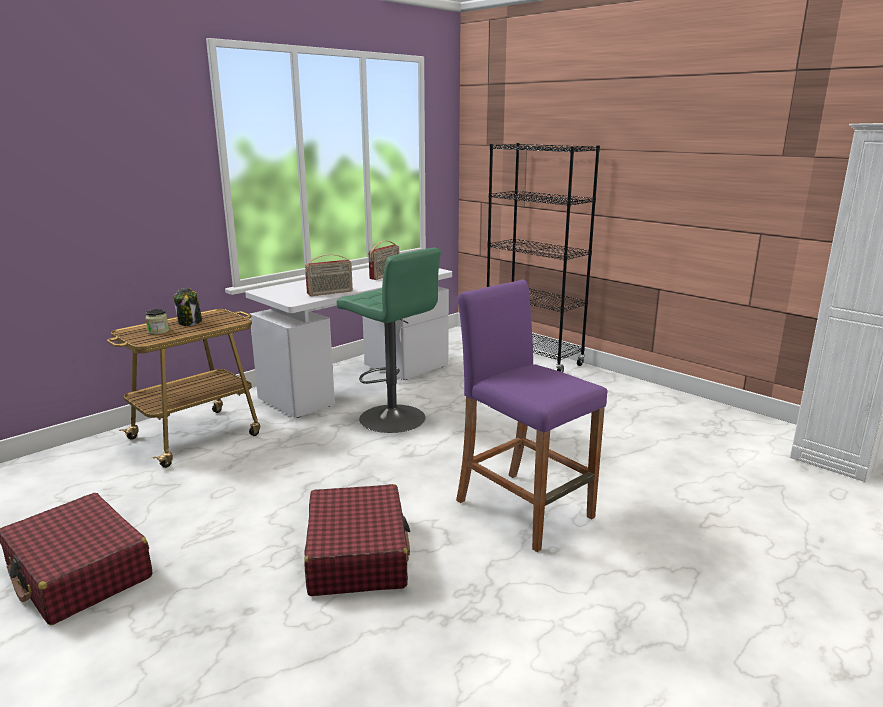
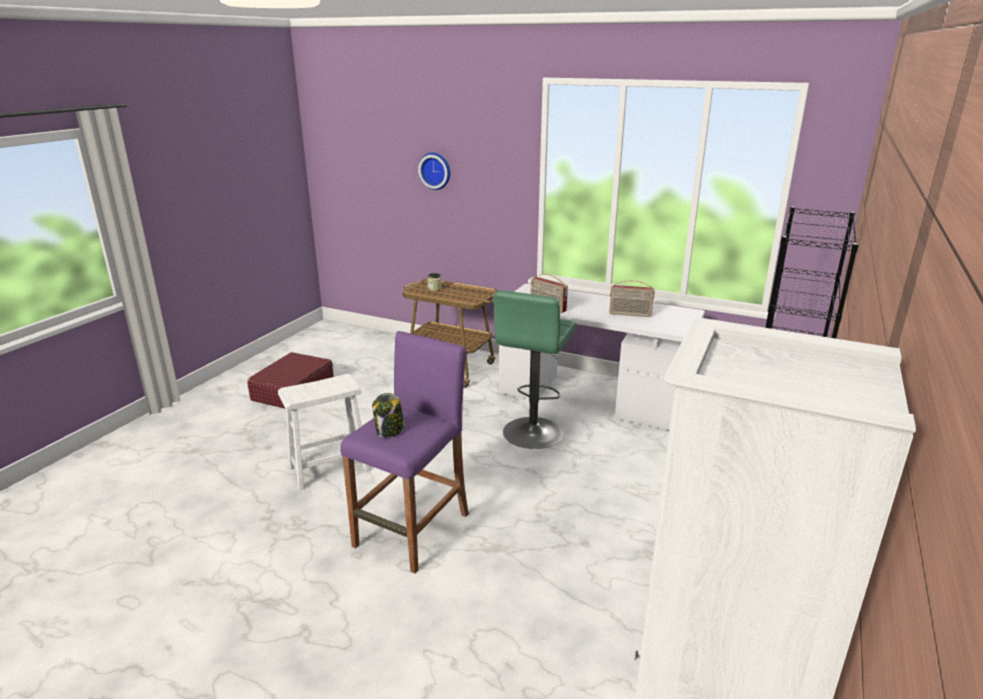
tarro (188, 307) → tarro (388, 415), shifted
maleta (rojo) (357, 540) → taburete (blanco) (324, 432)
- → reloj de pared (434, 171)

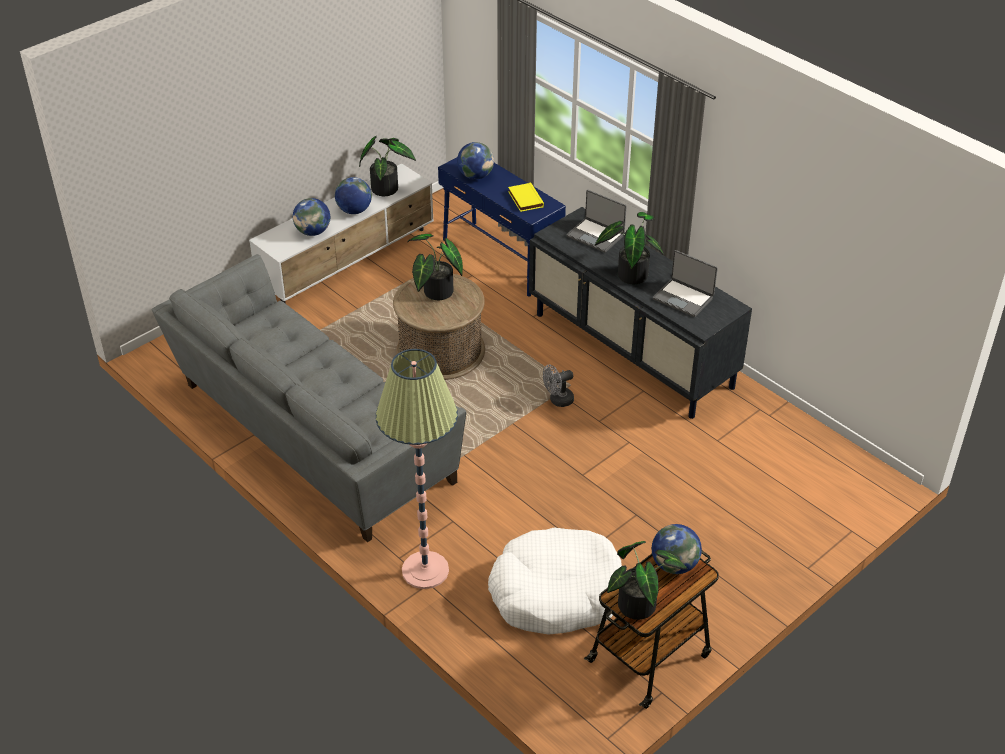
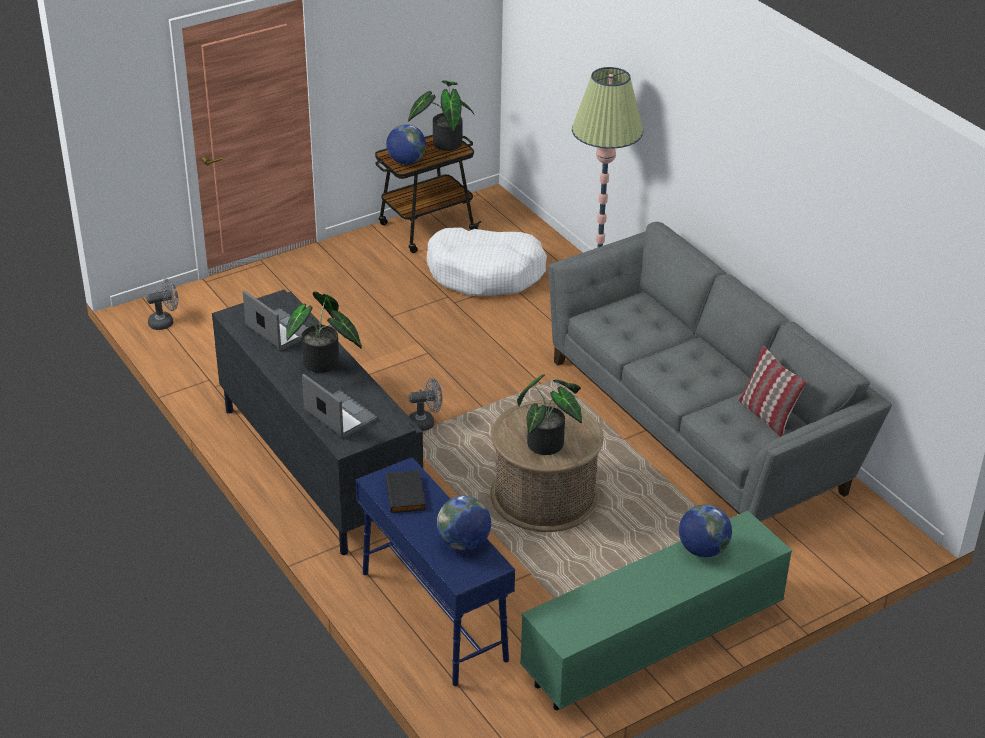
planta en maceta (387, 166) → -
mueble de televisión (blanco) (341, 233) → mueble de televisión (verde) (656, 610)
globo terráqueo (353, 195) → -
libro (amarillo) (526, 197) → libro (negro) (406, 491)
- → ventilador (gris) (162, 304)
- → cojín (772, 391)

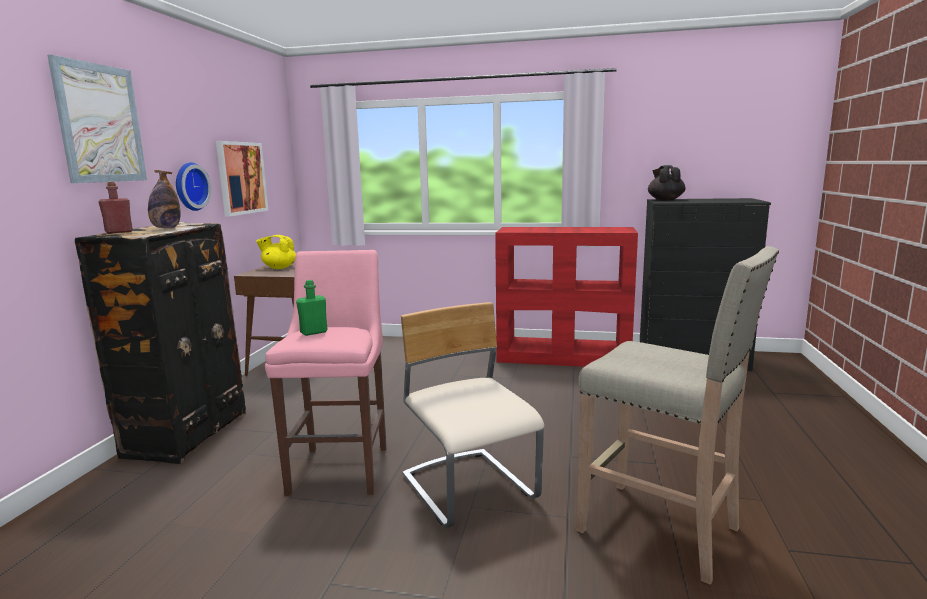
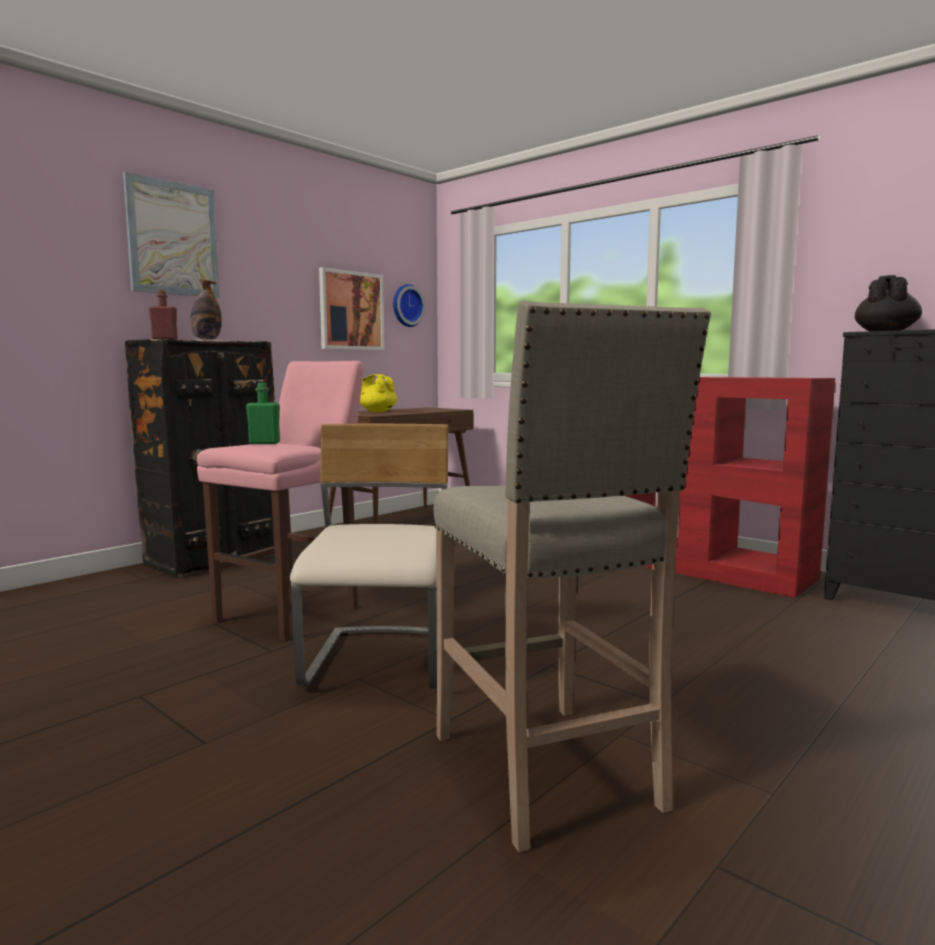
reloj de pared (193, 186) → reloj de pared (409, 305), shifted

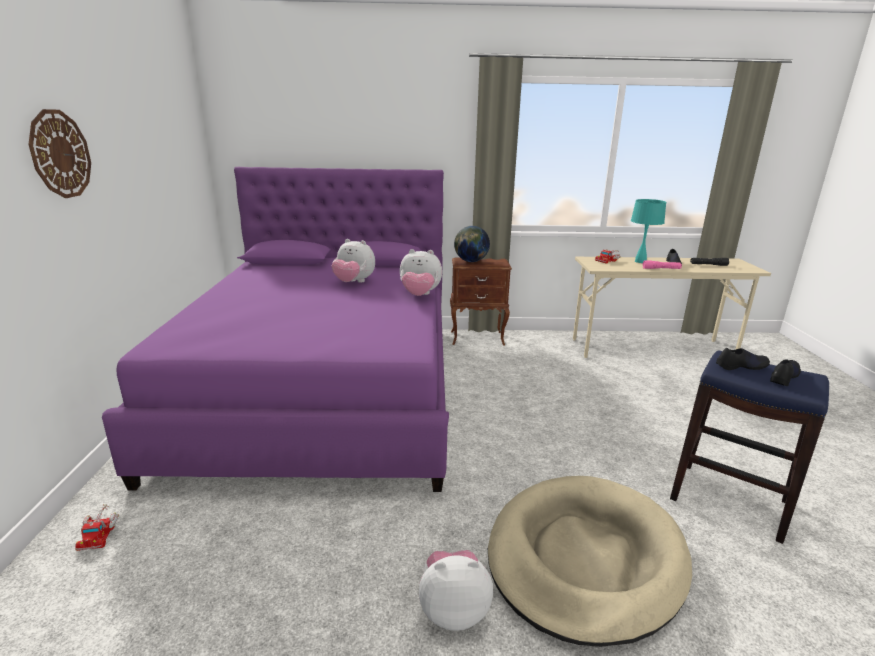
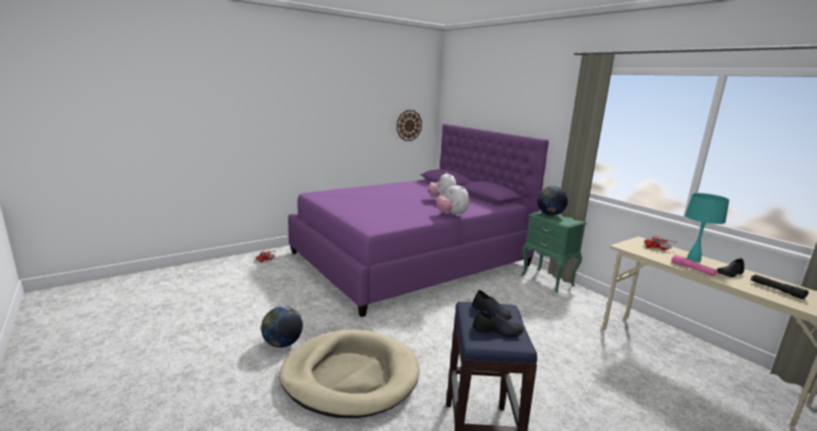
reloj de pared (59, 153) → reloj de pared (409, 125), shifted
mesita de noche (marrón) (481, 301) → mesita de noche (verde) (554, 252)
peluche (456, 590) → globo terráqueo (282, 327)

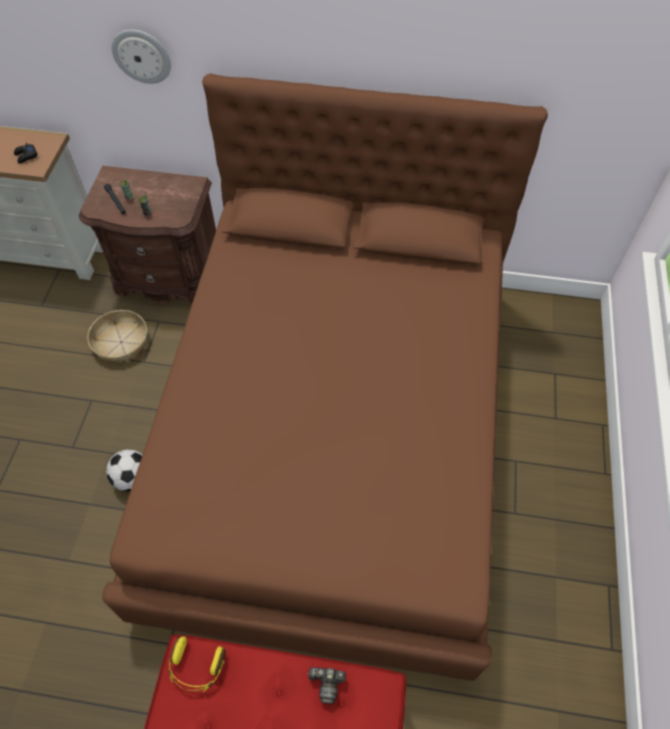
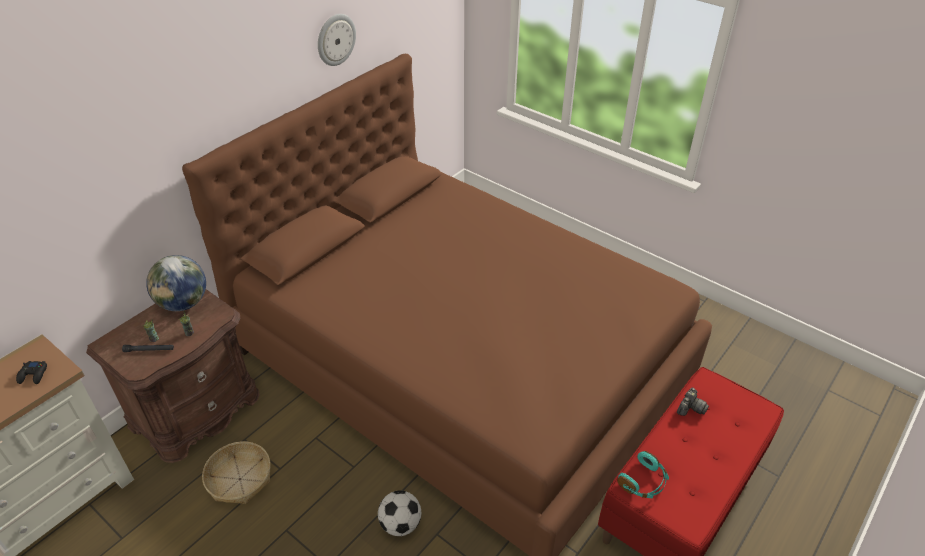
reloj de pared (141, 56) → reloj de pared (337, 40), shifted
auriculares (amarillo) (197, 664) → auriculares (turquesa) (643, 474)
- → globo terráqueo (176, 283)

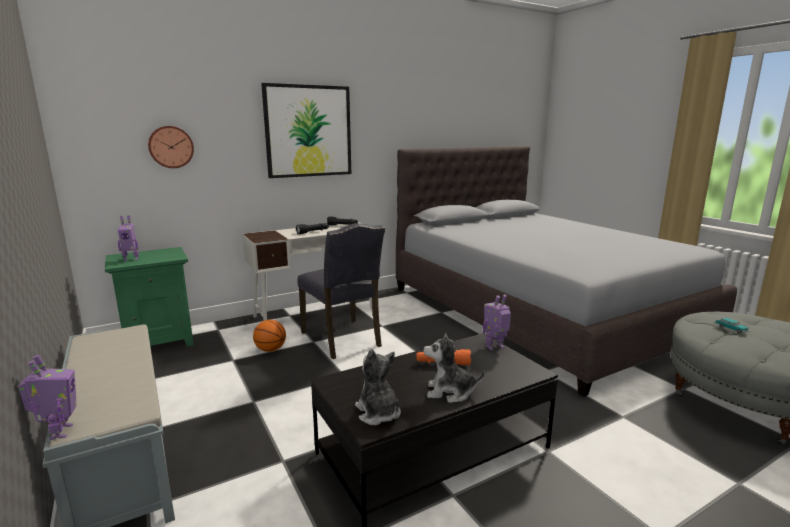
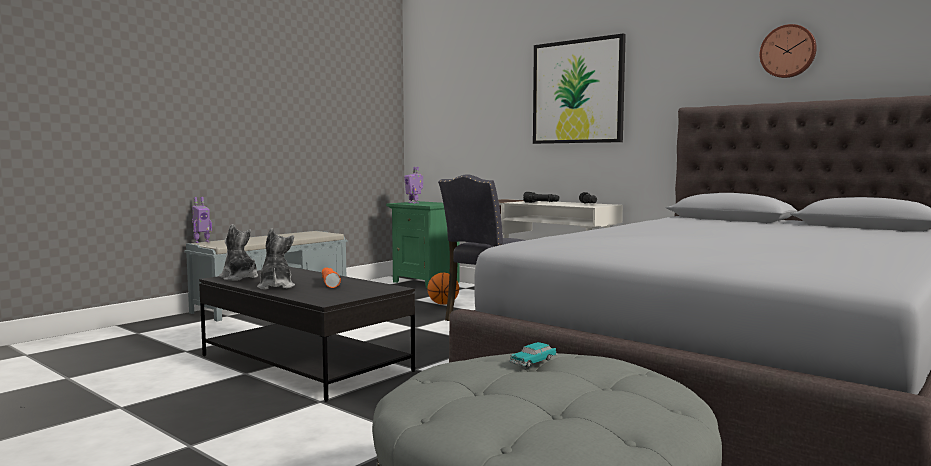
reloj de pared (171, 147) → reloj de pared (788, 51), shifted
robot de juguete (497, 322) → -
peluche (378, 387) → peluche (238, 252), 90 degrees counterclockwise

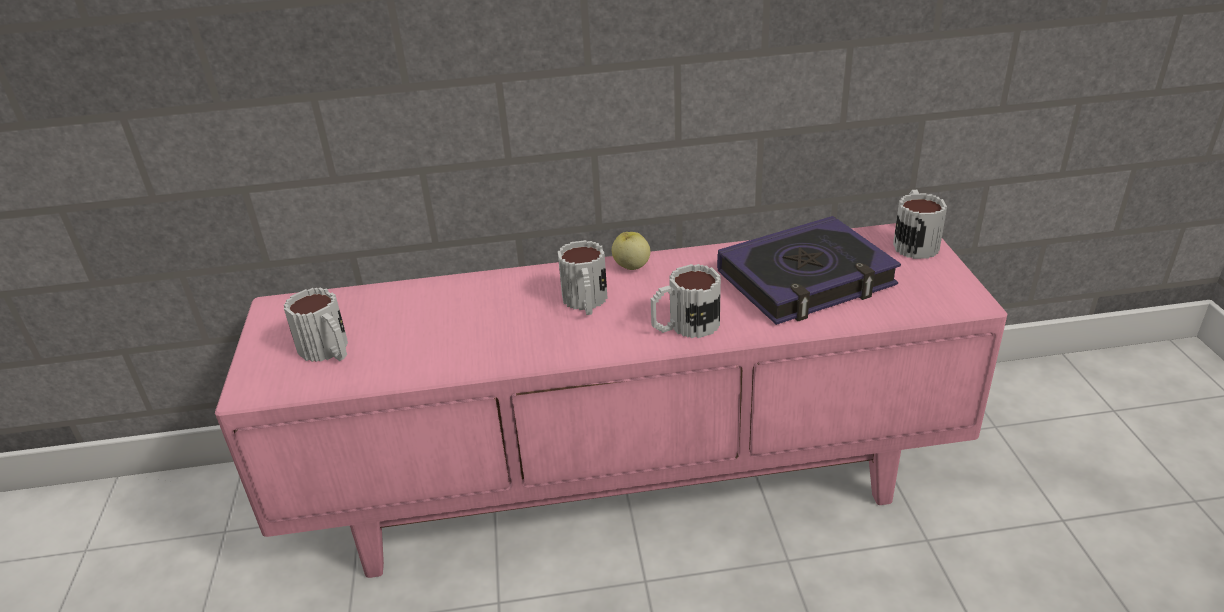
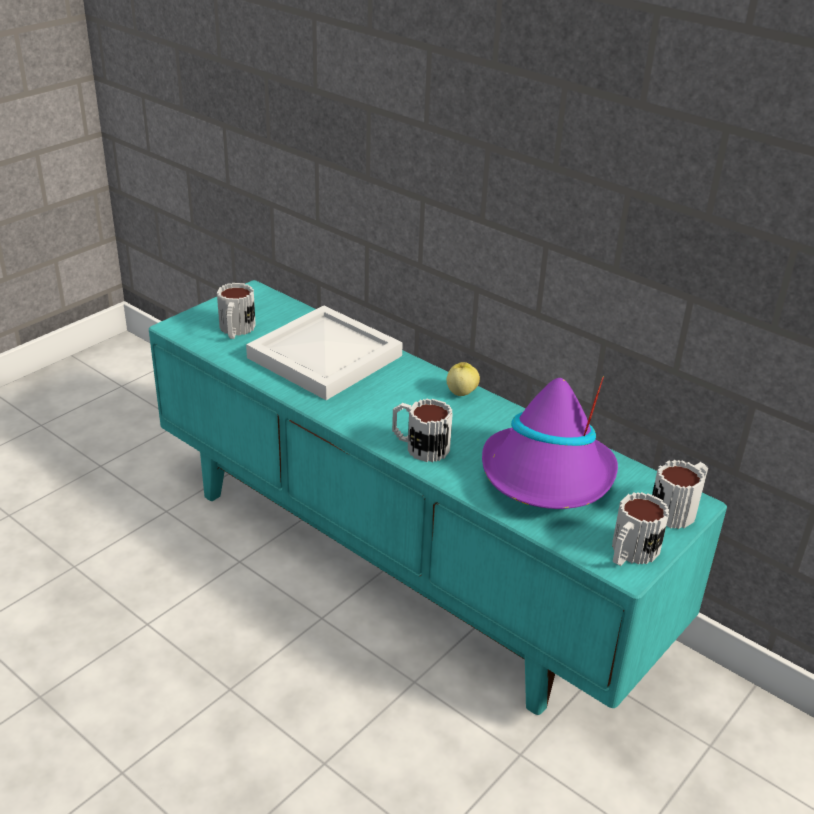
libro (809, 270) → sombrero (morado) (550, 443)
mueble de televisión (rosa) (611, 400) → mueble de televisión (turquesa) (438, 497)
taza grande (583, 277) → taza grande (640, 529), shifted
- → bandeja (blanco) (324, 353)

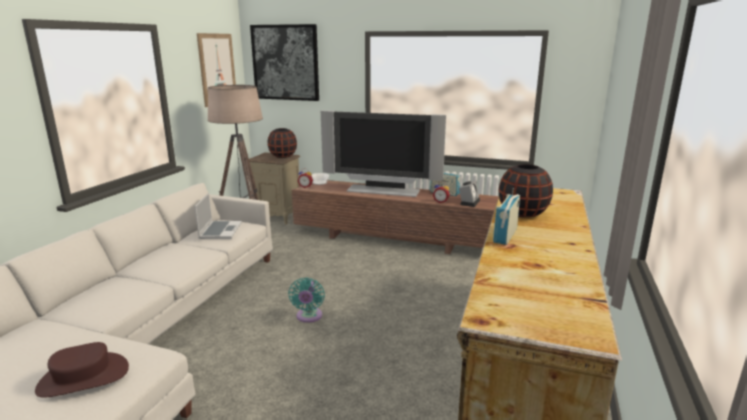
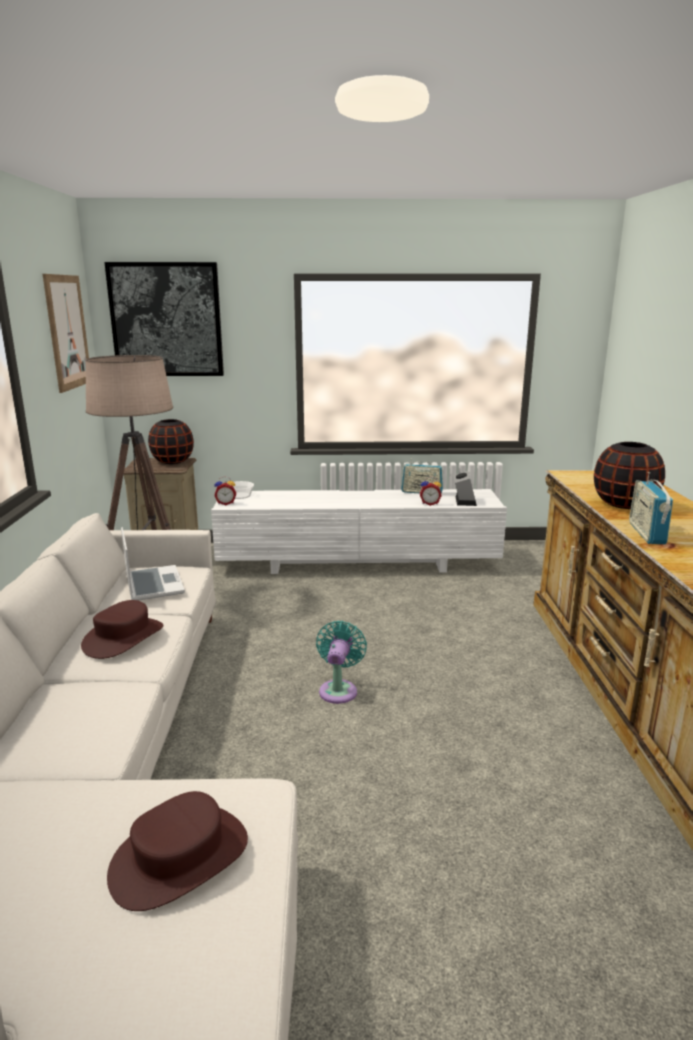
televisor (383, 153) → -
mueble de televisión (marrón) (395, 217) → mueble de televisión (blanco) (359, 531)
ventilador (turquesa) (306, 300) → ventilador (turquesa) (341, 662), 150 degrees counterclockwise
- → sombrero (marrón) (122, 629)

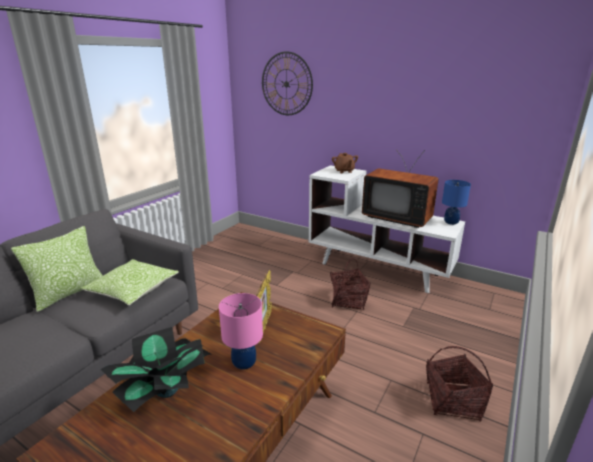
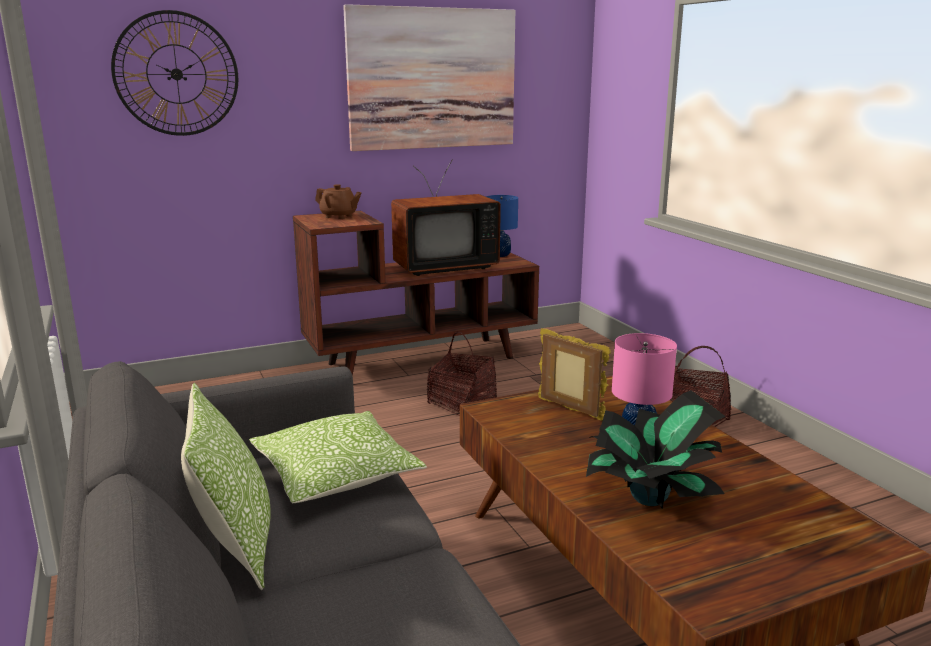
mueble de televisión (blanco) (387, 229) → mueble de televisión (marrón) (416, 293)
- → cuadro (429, 77)

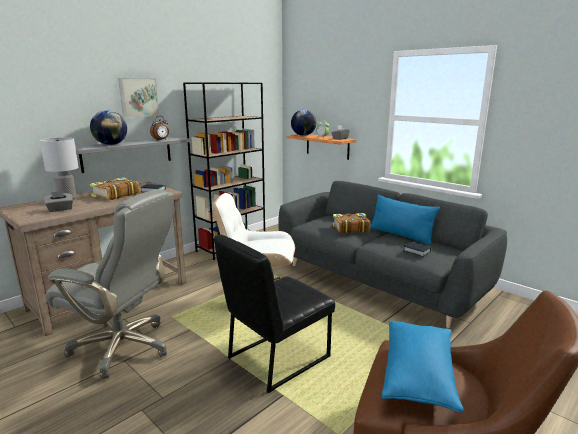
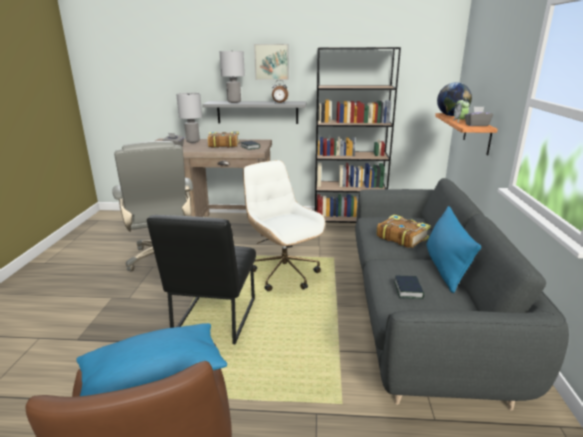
globo terráqueo (108, 127) → lámpara de mesa (gris) (232, 76)
silla (negro) (274, 313) → silla (negro) (201, 279), 90 degrees counterclockwise

